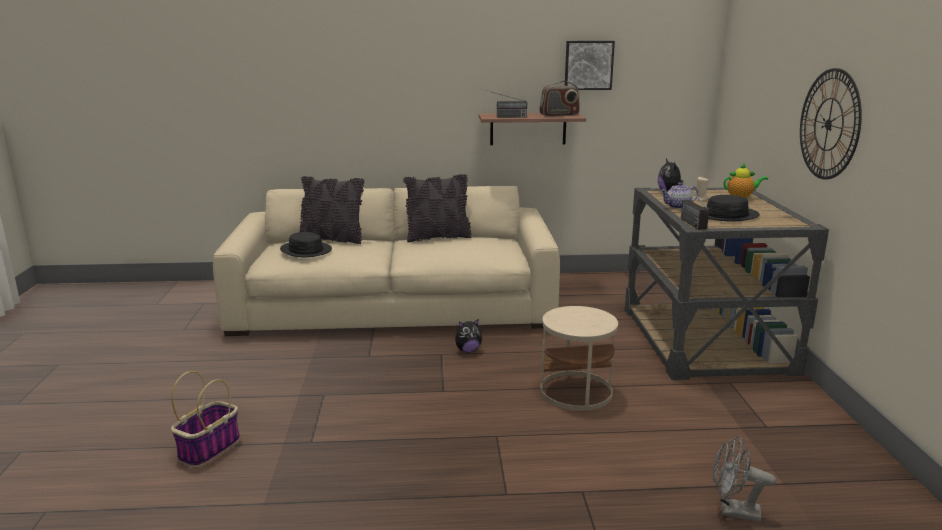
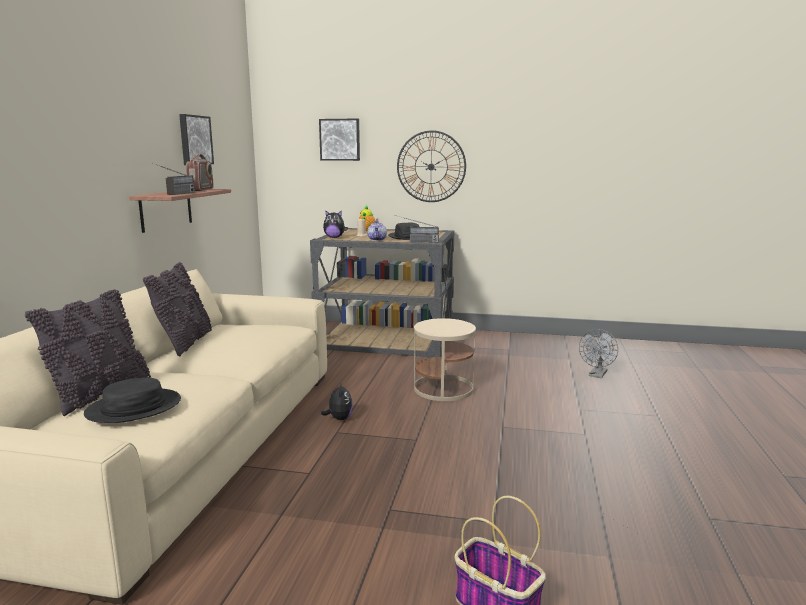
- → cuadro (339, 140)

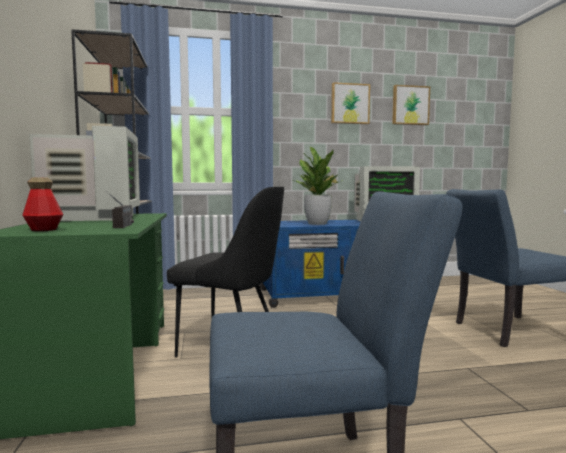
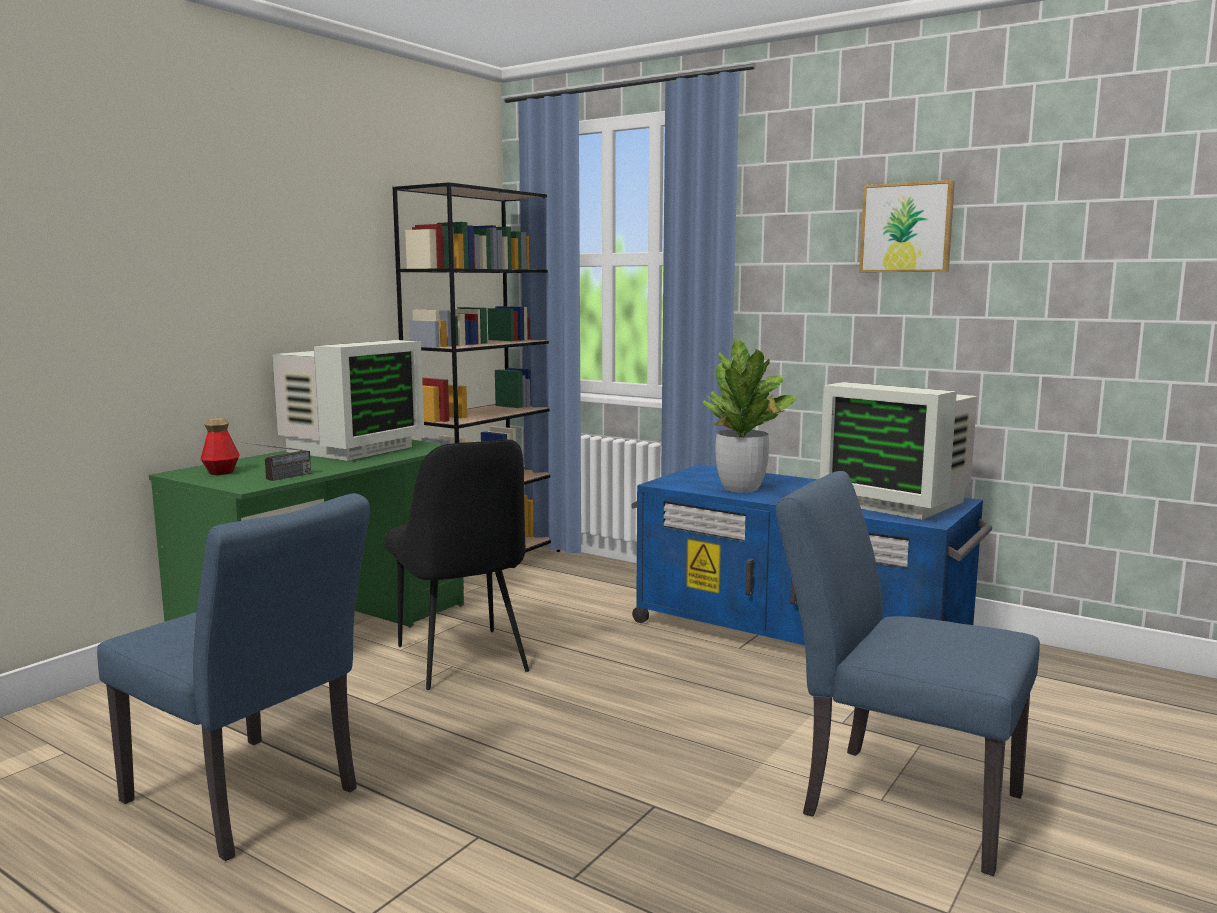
cuadro (411, 105) → -

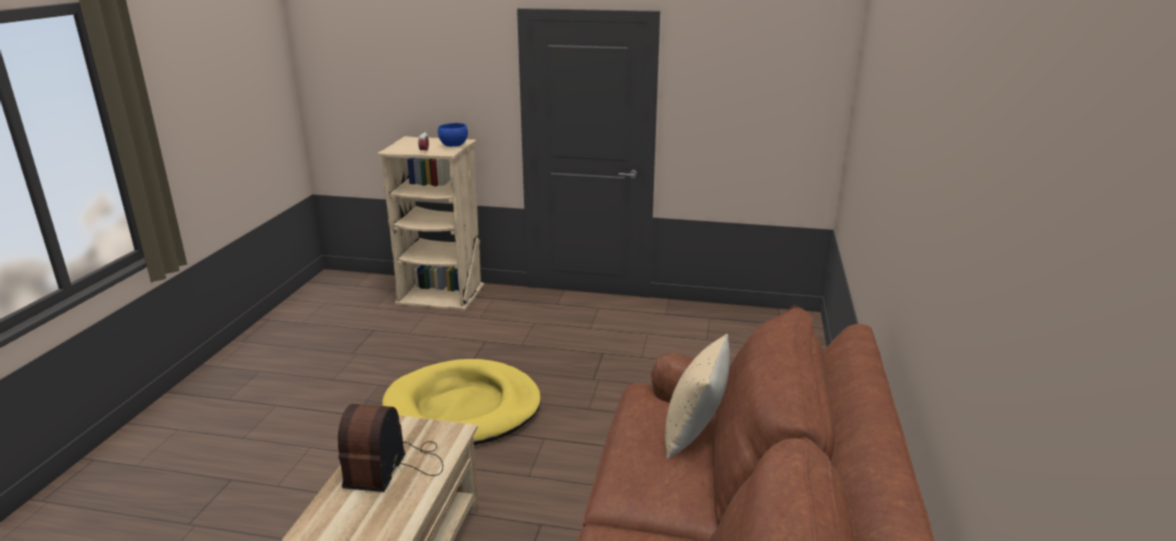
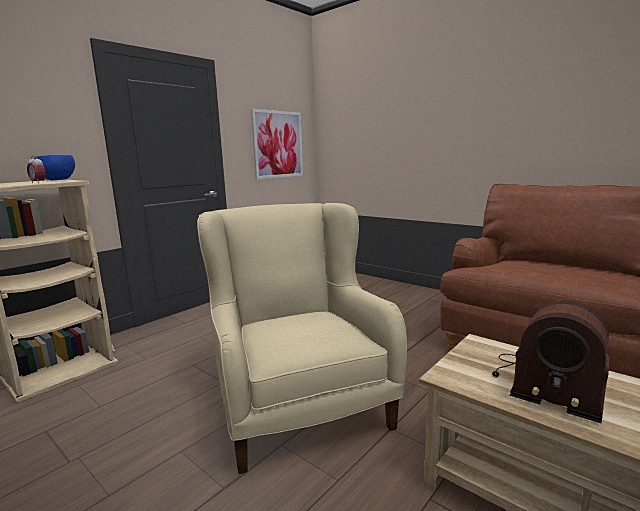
cojín (beis) (697, 397) → -
cama para perro (amarillo) (461, 402) → sillón (beis) (302, 338)
- → cuadro (277, 144)

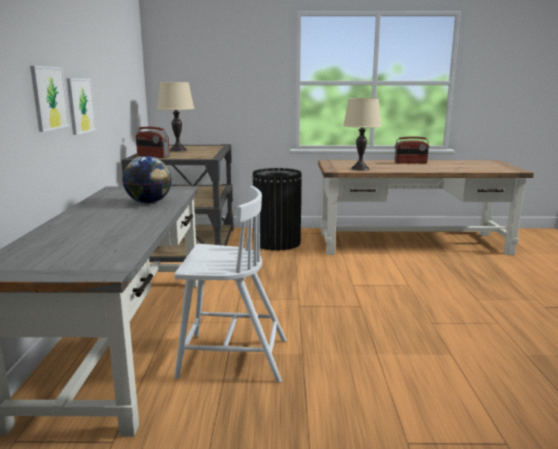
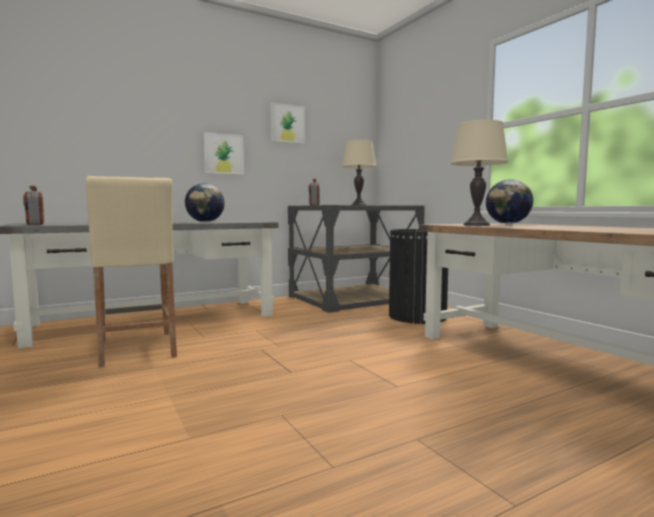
cuadro (49, 99) → cuadro (287, 123), shifted
radio (412, 150) → radio (33, 205), shifted
silla (blanco) (230, 284) → taburete (beis) (131, 271)
- → globo terráqueo (509, 201)

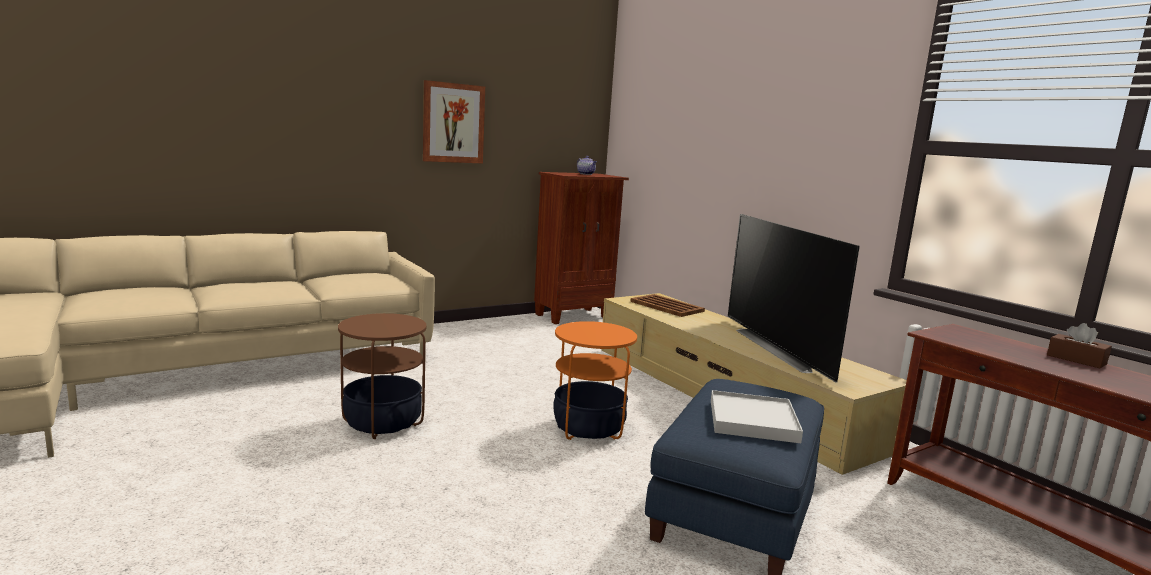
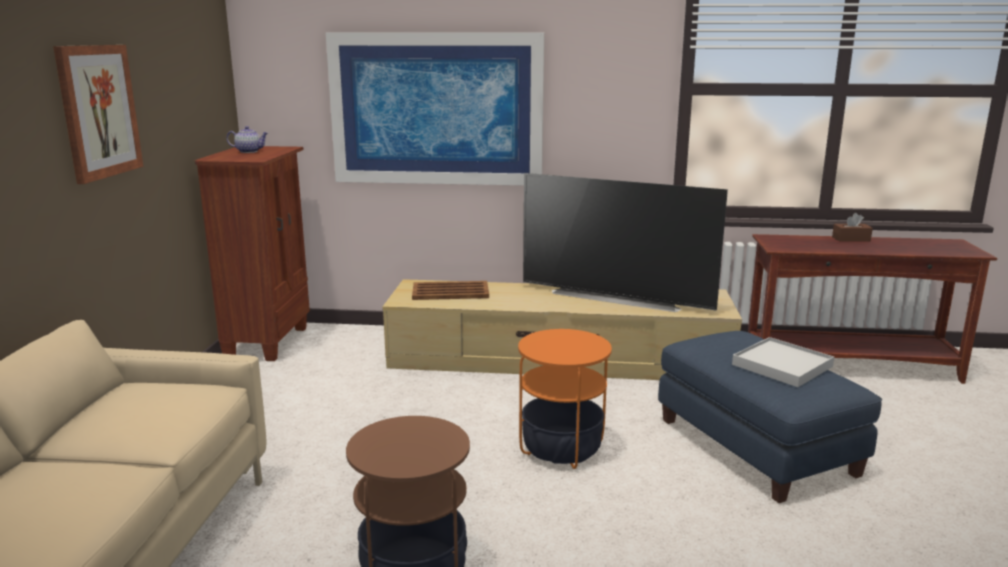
- → cuadro (435, 109)

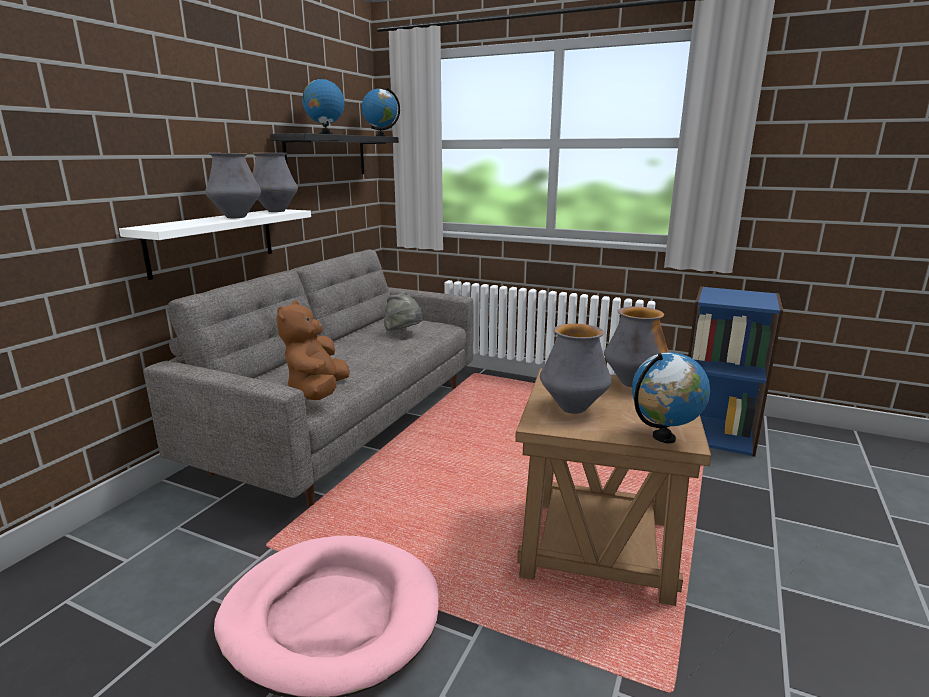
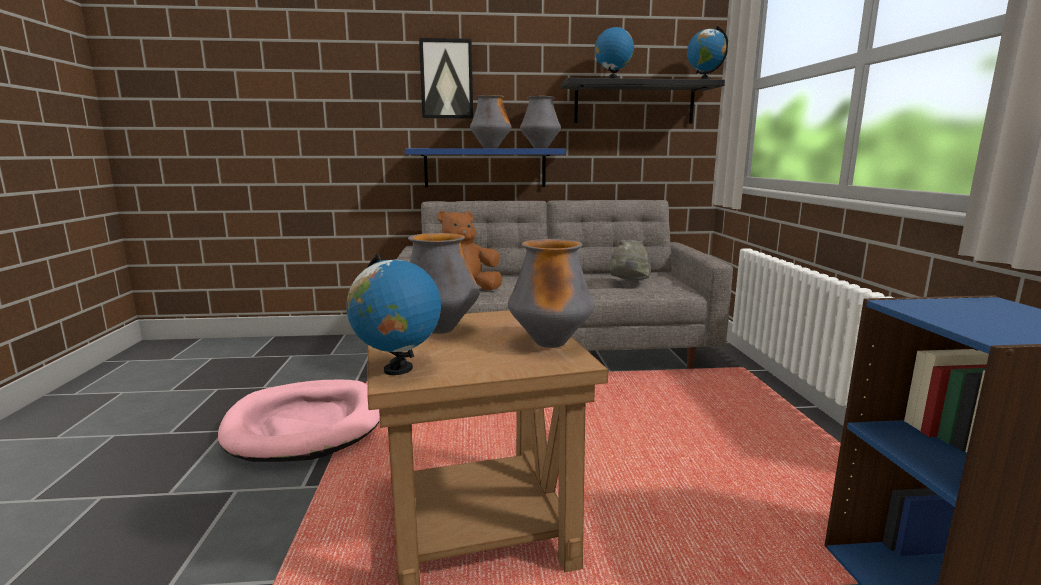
estante (blanco) (215, 244) → estante (azul) (485, 168)
- → cuadro (446, 78)

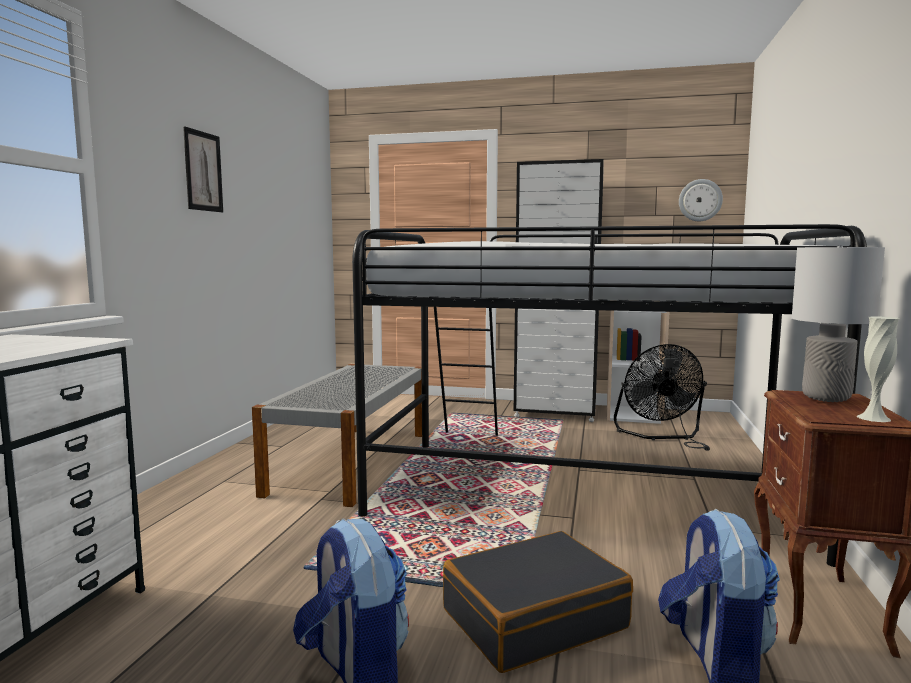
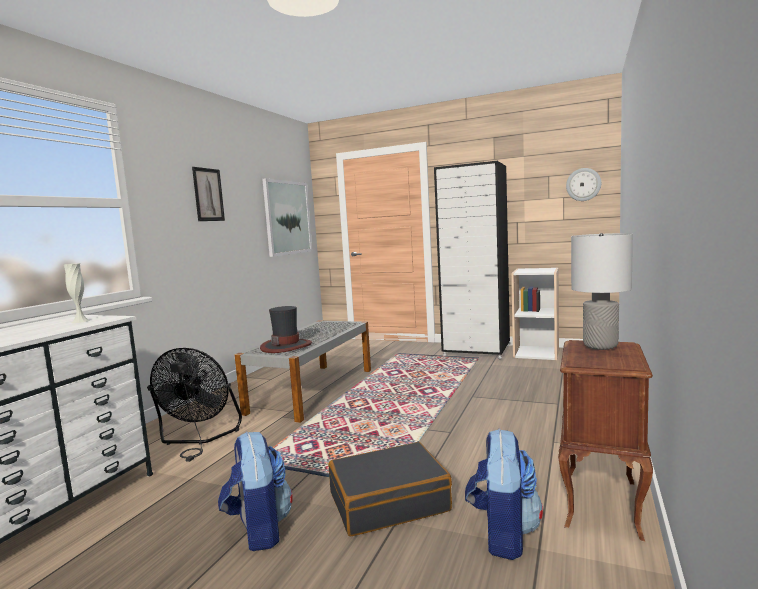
cama (negro) (609, 395) → -
florero (blanco) (878, 369) → florero (blanco) (77, 293), shifted
ventilador (negro) (662, 397) → ventilador (negro) (194, 405), shifted
- → cuadro (287, 217)
- → sombrero (286, 329)

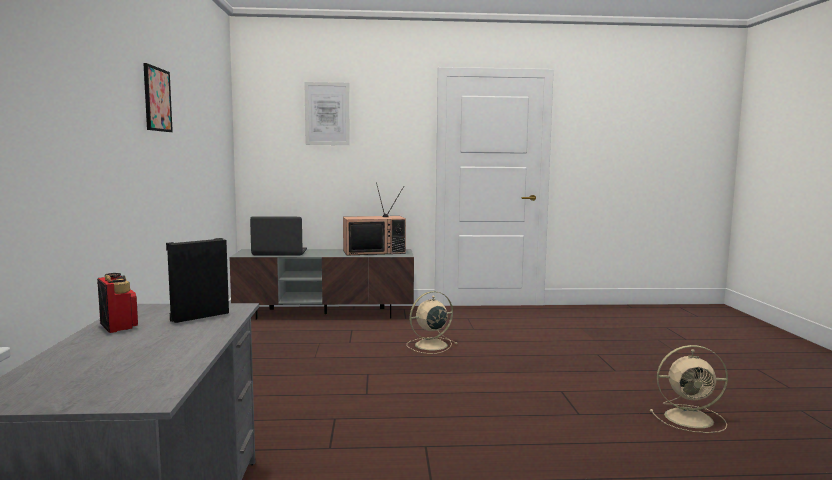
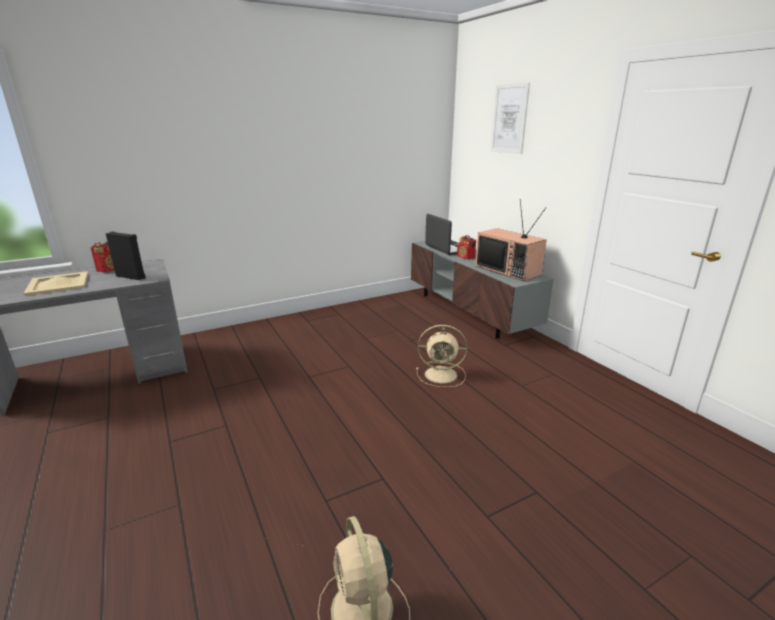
cuadro (158, 97) → -
ventilador (beis) (432, 322) → ventilador (beis) (441, 356), 150 degrees clockwise
- → radio (466, 247)
- → bandeja (beis) (55, 283)

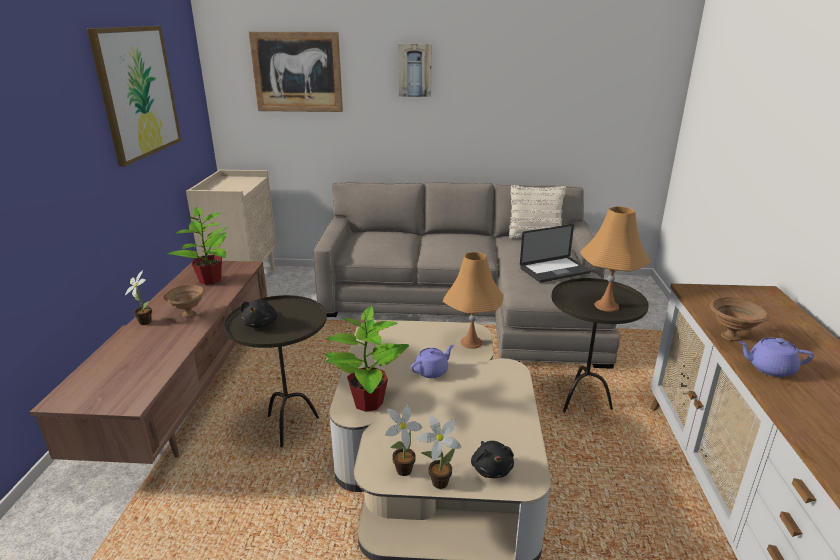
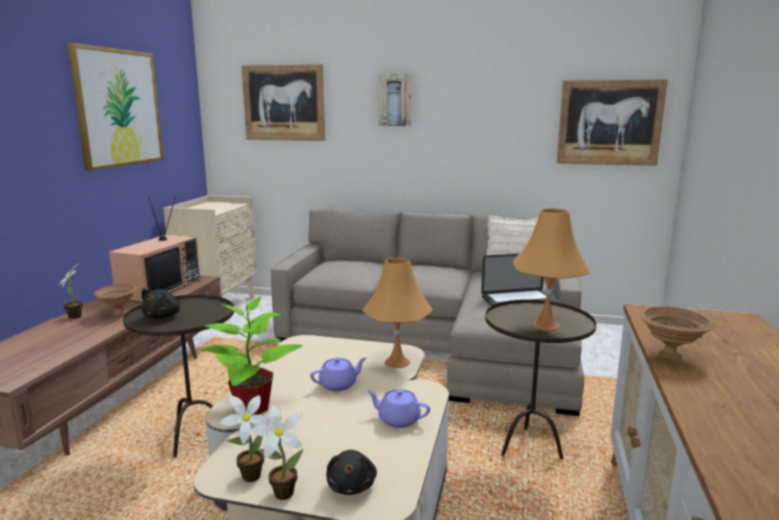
planta en maceta (197, 246) → televisor (154, 249)
tetera (morado) (776, 357) → tetera (morado) (398, 408), shifted
- → cuadro (612, 122)

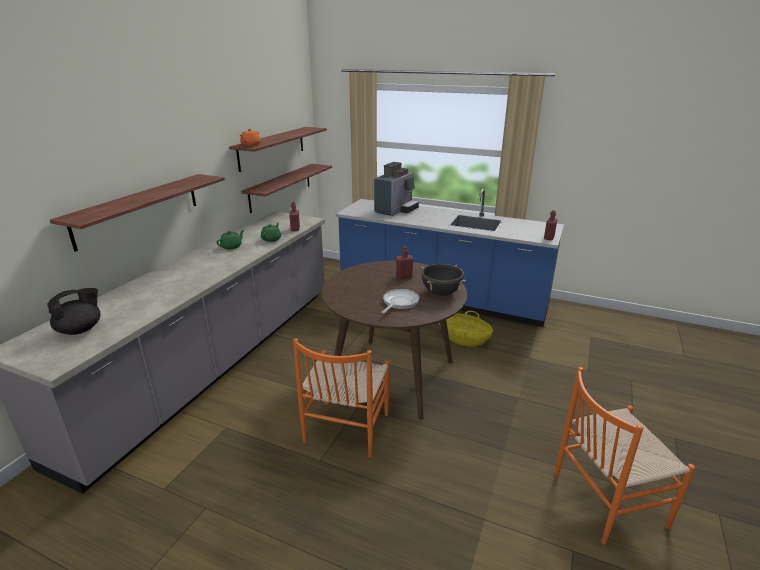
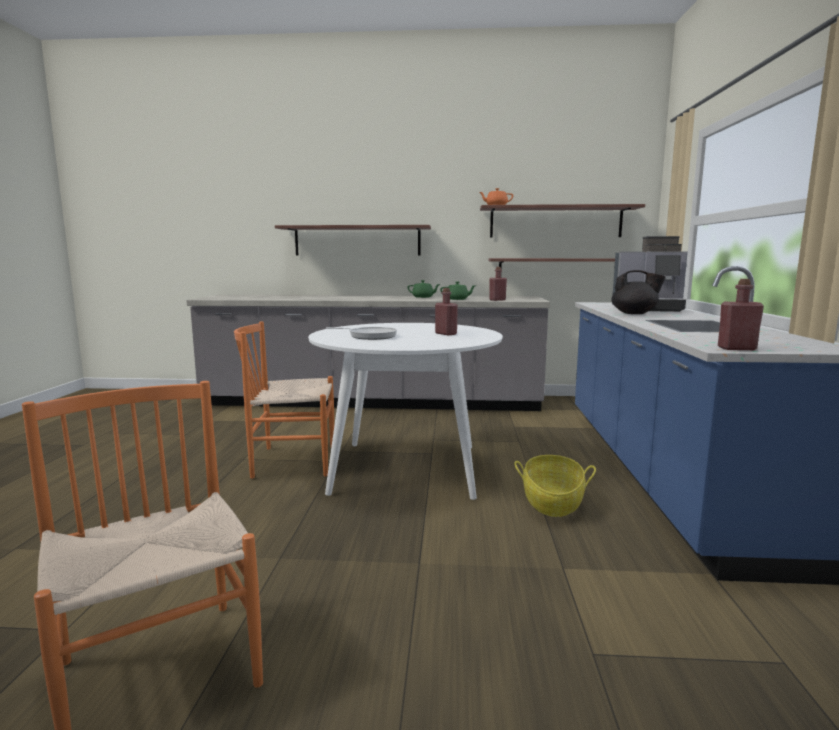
mesa de comedor (marrón) (394, 340) → mesa de comedor (blanco) (405, 411)
olla (negro) (443, 280) → -
tetera (negro) (74, 311) → tetera (negro) (638, 292), shifted

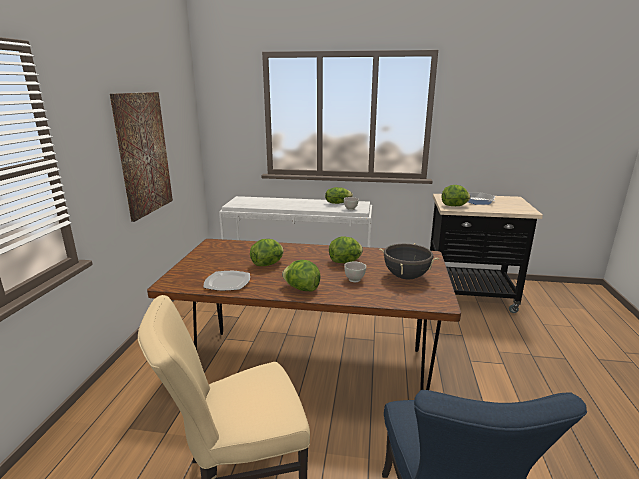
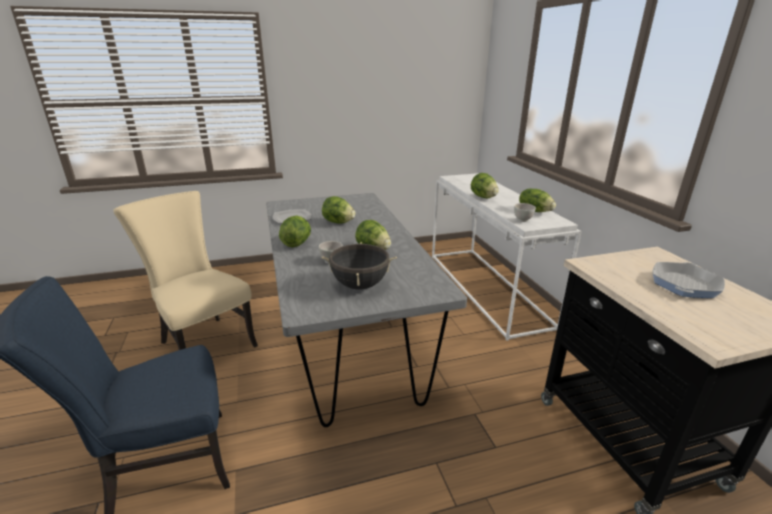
cuadro (141, 157) → -
lechuga (456, 195) → lechuga (485, 185), shifted
mesa de comedor (marrón) (304, 314) → mesa de comedor (gris) (366, 310)

